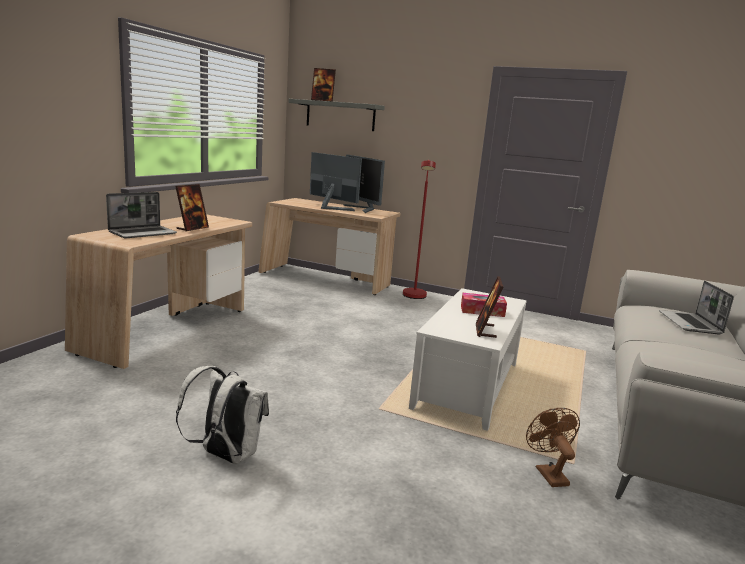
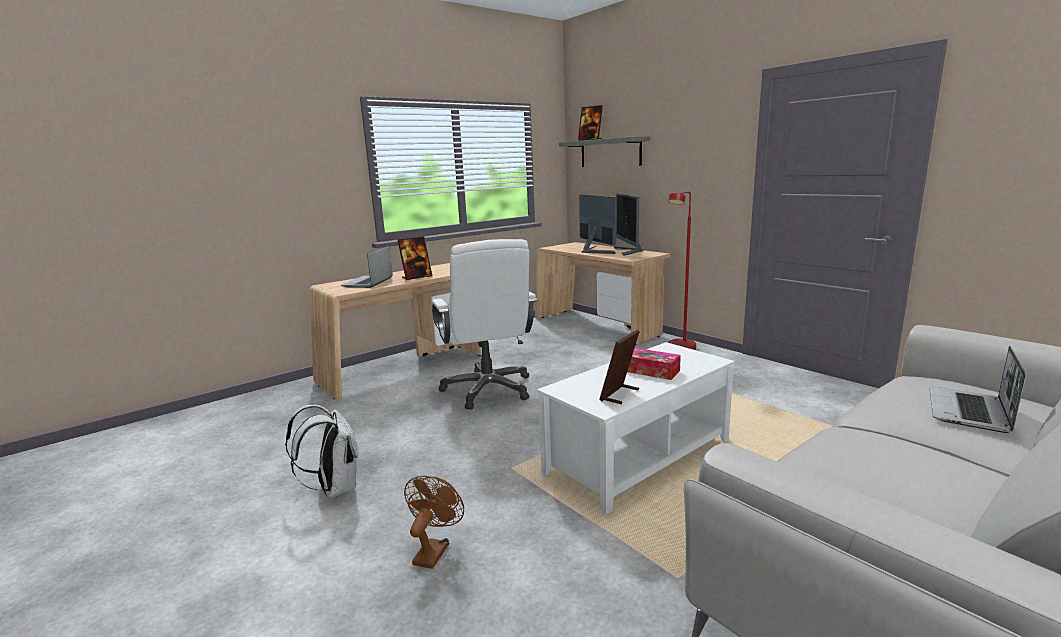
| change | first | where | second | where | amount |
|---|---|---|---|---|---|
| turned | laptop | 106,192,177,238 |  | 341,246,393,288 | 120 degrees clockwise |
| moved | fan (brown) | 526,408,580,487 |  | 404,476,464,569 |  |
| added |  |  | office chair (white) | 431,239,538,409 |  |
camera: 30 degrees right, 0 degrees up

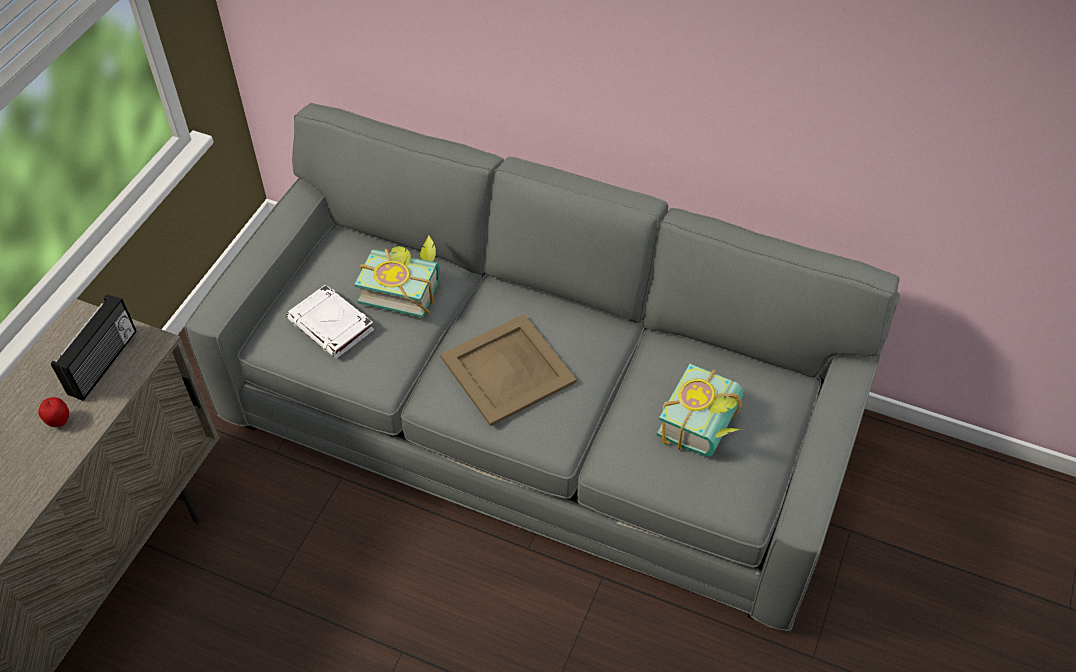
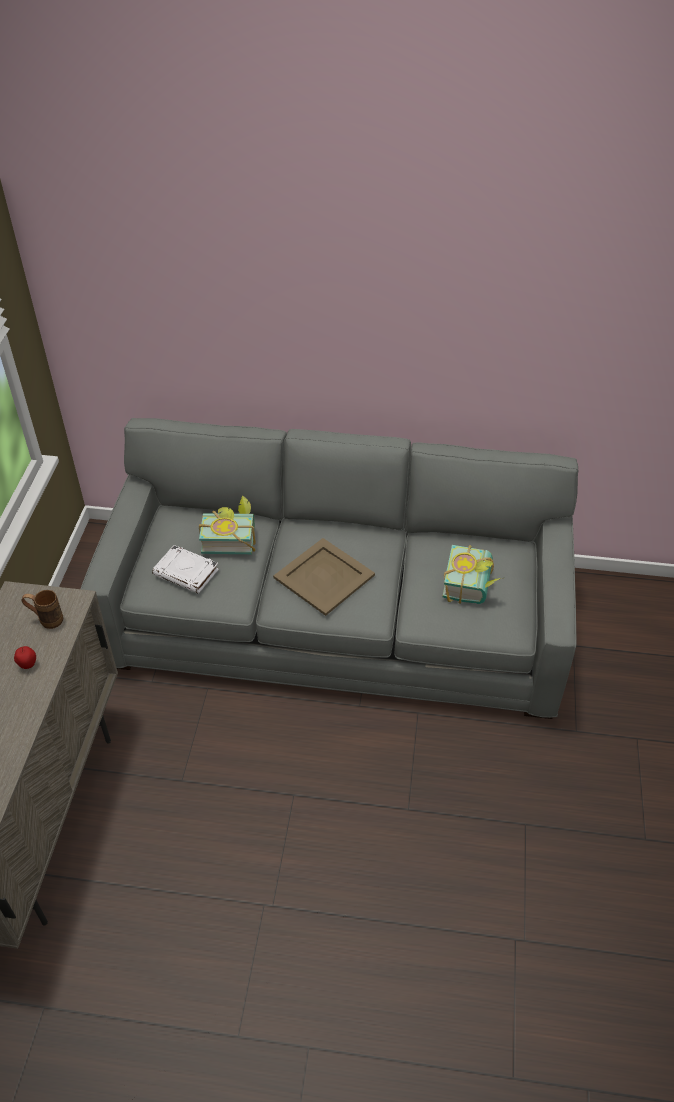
| change | first | where | second | where | amount |
|---|---|---|---|---|---|
| replaced | radio | 51,294,137,401 | mug (brown) | 21,590,63,629 |  |
camera: 15 degrees left, 5 degrees down

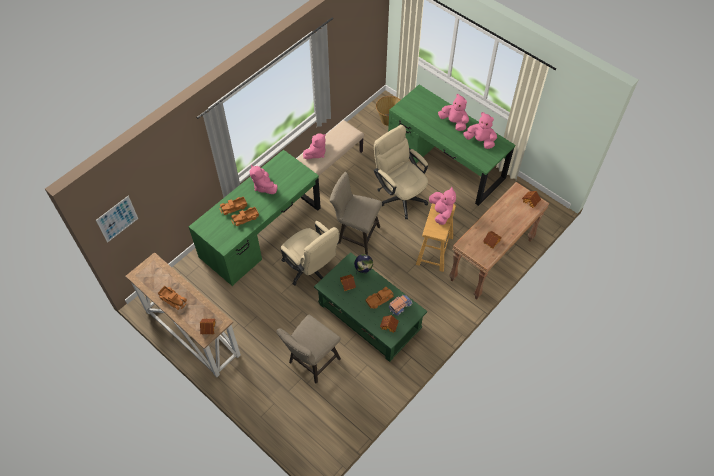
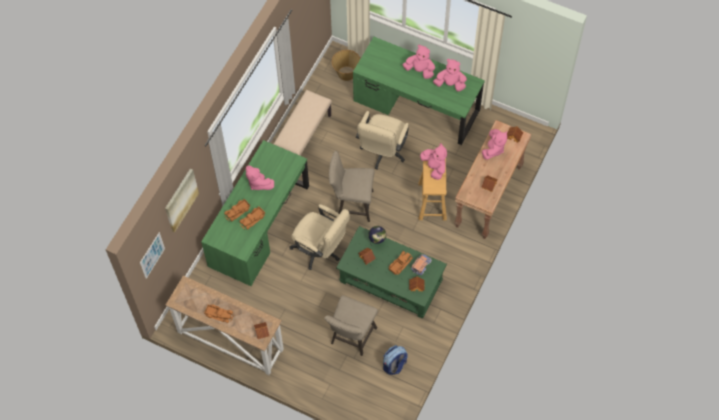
| change | first | where | second | where | amount |
|---|---|---|---|---|---|
| turned | office chair (beige) | 374,125,428,219 |  | 356,111,409,169 | 105 degrees counterclockwise |
| moved | plush toy (pink) | 303,133,326,159 |  | 482,129,507,160 |  |
| added |  |  | picture | 165,168,199,233 |  |
| added |  |  | backpack | 383,345,408,375 |  |
camera: 15 degrees left, 5 degrees up

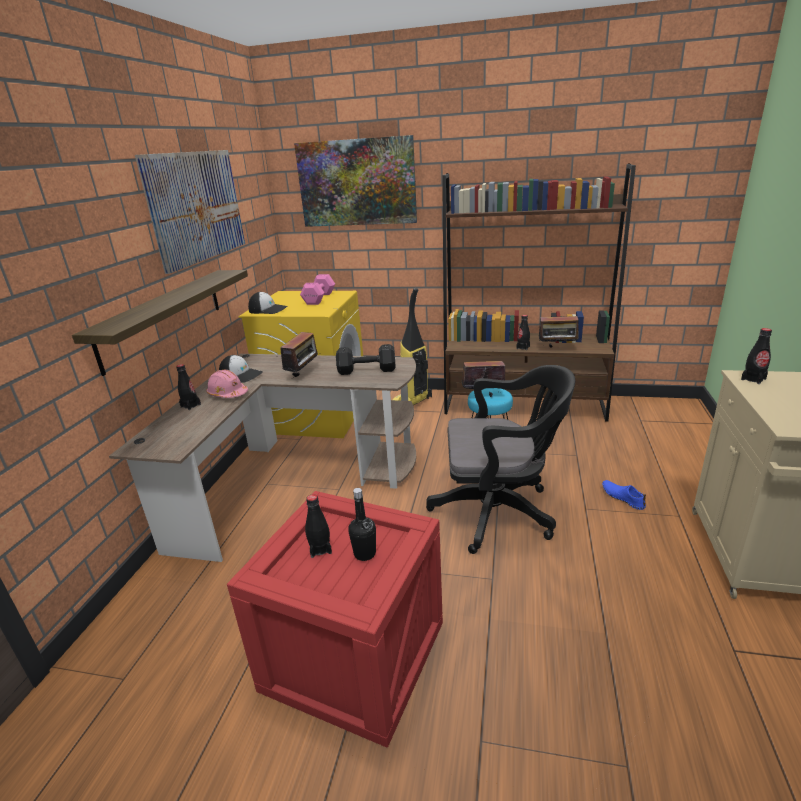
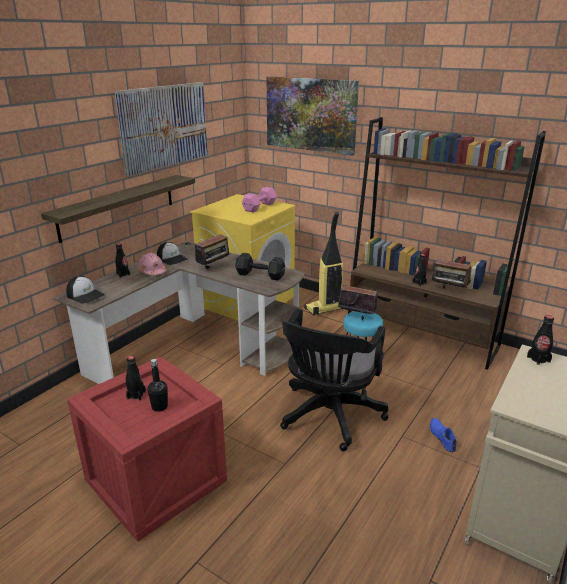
| change | first | where | second | where | amount |
|---|---|---|---|---|---|
| moved | cap | 248,292,288,314 |  | 66,276,105,304 |  |
| turned | office chair (black) | 426,365,575,554 |  | 280,308,389,451 | 90 degrees clockwise |
camera: 20 degrees right, 0 degrees up

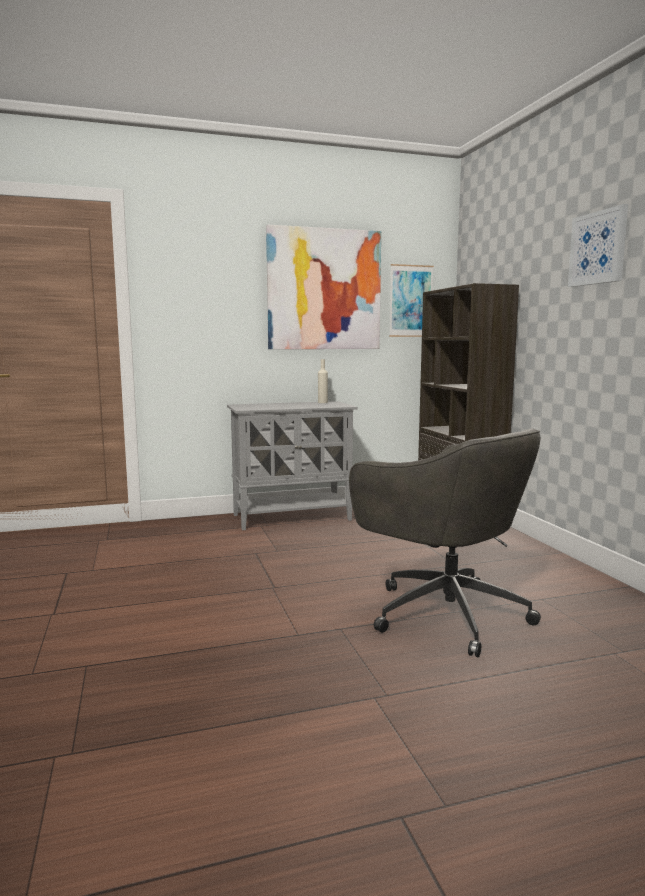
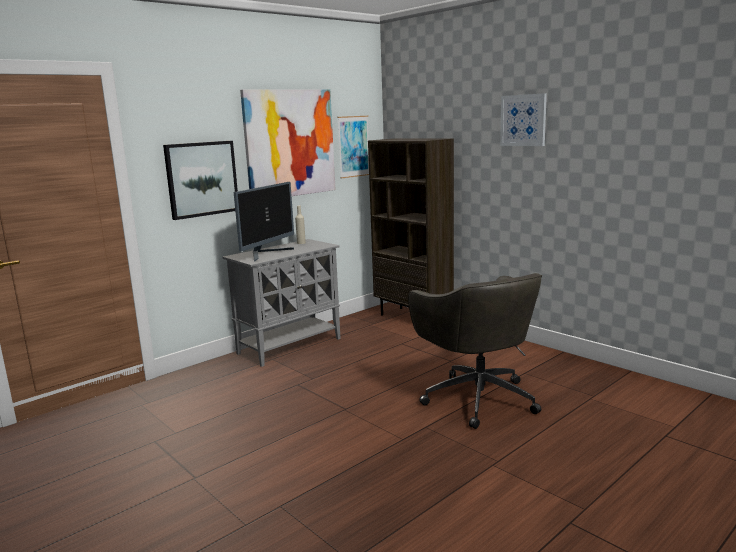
| change | first | where | second | where | amount |
|---|---|---|---|---|---|
| turned | office chair (grey) | 349,428,541,657 |  | 408,273,542,429 | 45 degrees clockwise |
| added |  |  | picture | 163,141,238,220 |  |
| added |  |  | monitor | 234,182,294,262 |  |
camera: 25 degrees left, 5 degrees up

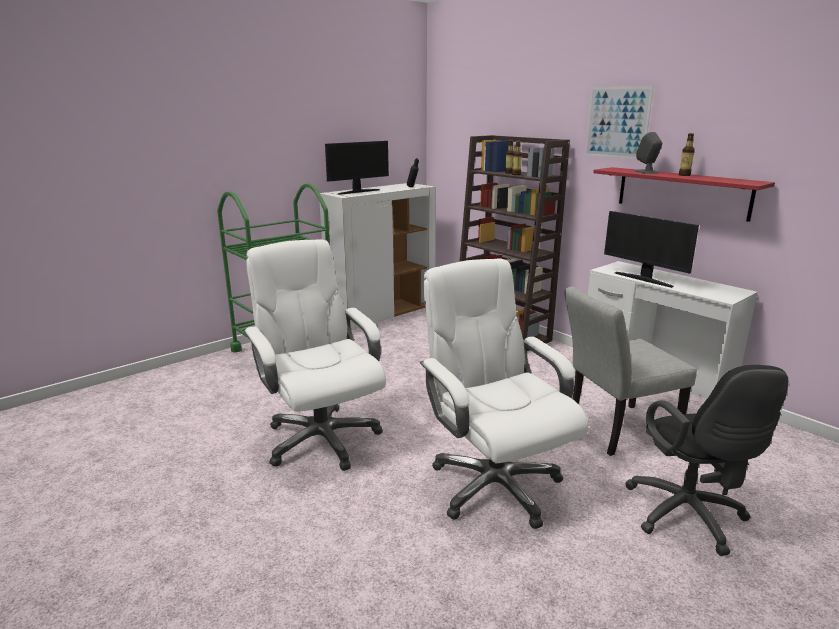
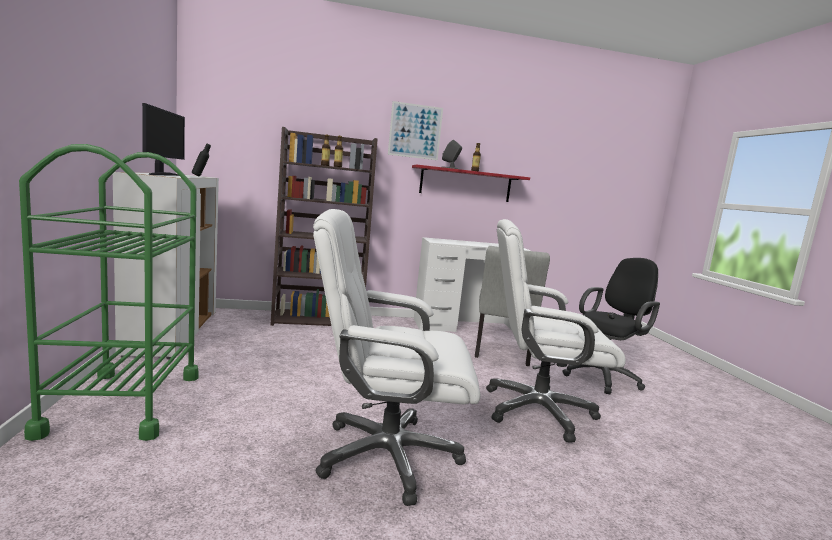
| change | first | where | second | where | amount |
|---|---|---|---|---|---|
| removed | monitor | 604,211,699,288 |  |  |  |
| turned | office chair (black) | 625,365,788,556 |  | 562,258,660,394 | 60 degrees counterclockwise |
camera: 60 degrees left, 10 degrees down

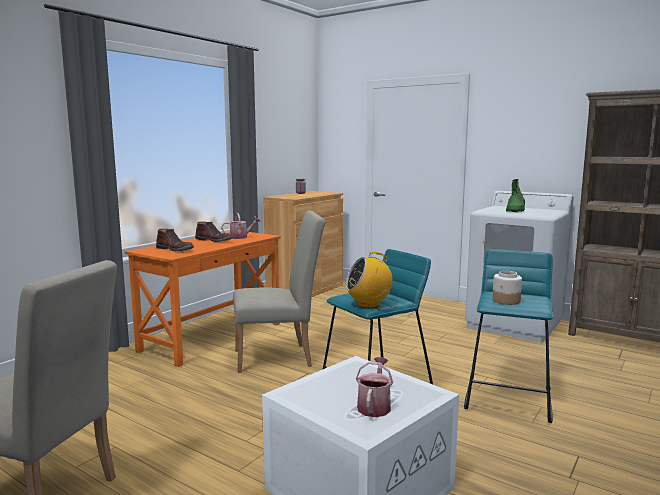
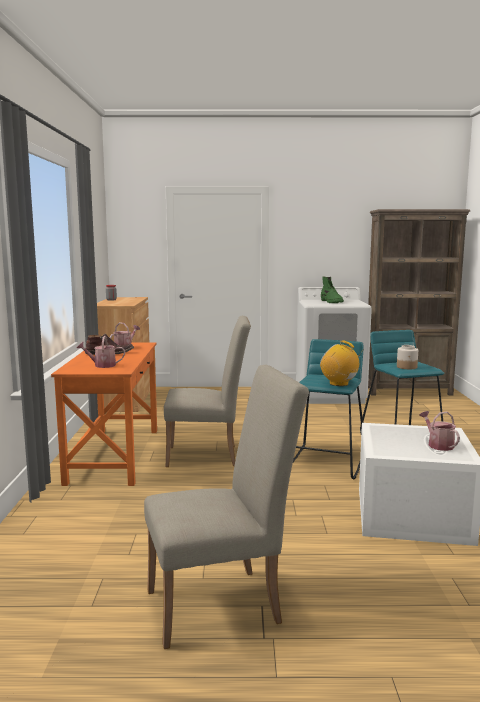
| change | first | where | second | where | amount |
|---|---|---|---|---|---|
| turned | chair (beige) | 233,211,326,373 |  | 164,316,251,467 | 45 degrees clockwise |
| replaced | boot (brown) | 156,229,194,251 | watering can | 77,336,125,368 |  |
| turned | radio | 346,252,393,308 |  | 320,340,364,386 | 90 degrees clockwise |
camera: 35 degrees left, 0 degrees up

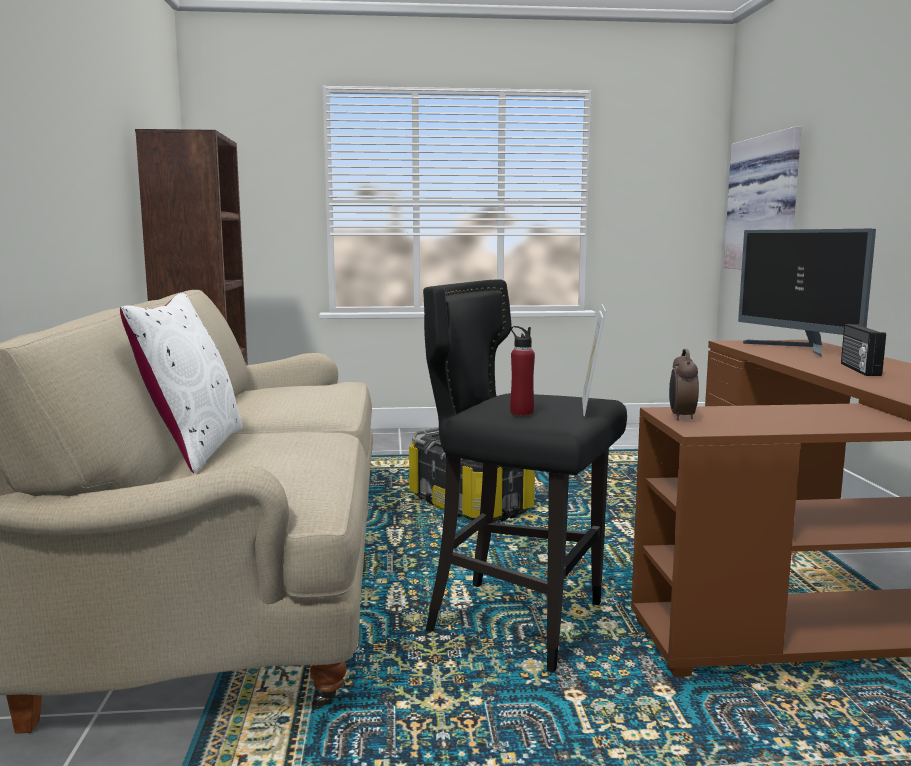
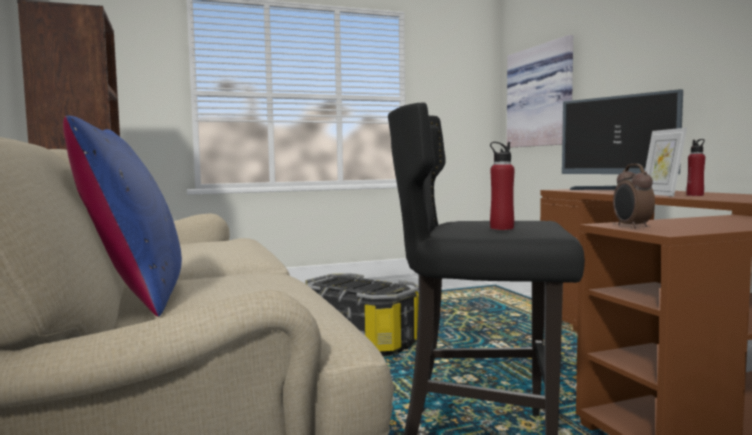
| change | first | where | second | where | amount |
|---|---|---|---|---|---|
| recoloured | pillow (white) | 120,293,242,473 | pillow (blue) | 63,116,182,317 |  |
| moved | picture frame | 582,304,606,416 |  | 645,128,687,196 |  |
| replaced | radio | 841,324,886,376 | bottle (red) | 686,139,705,196 |  |
camera: 15 degrees left, 5 degrees down

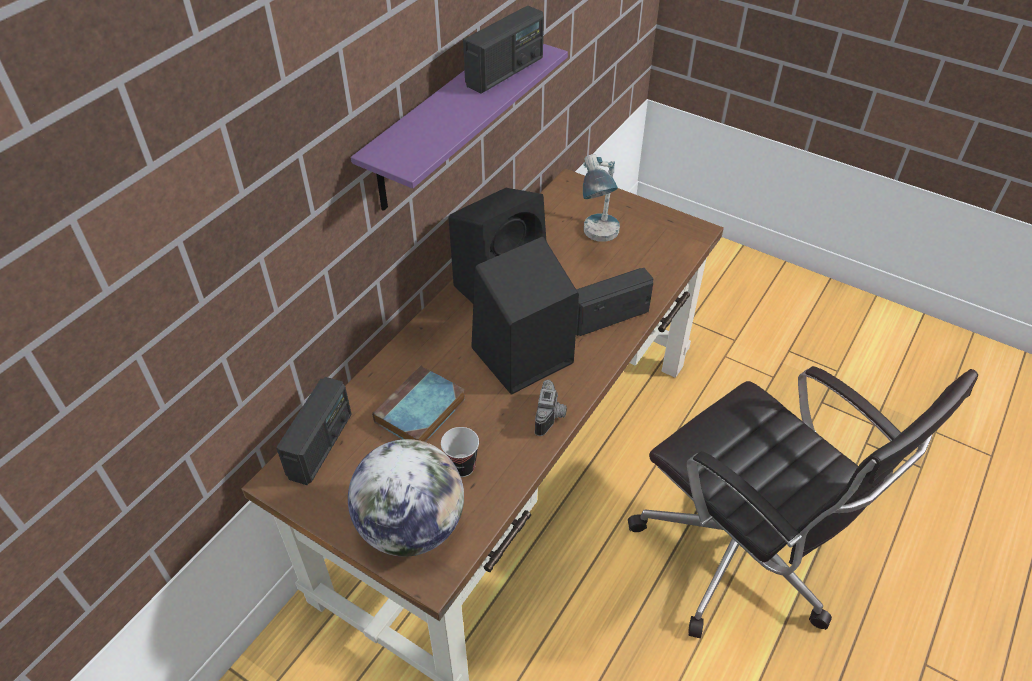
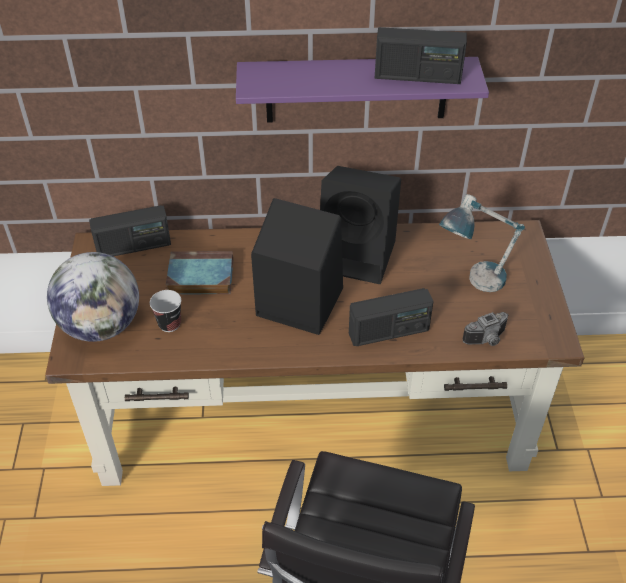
| change | first | where | second | where | amount |
|---|---|---|---|---|---|
| turned | radio | 576,268,653,336 |  | 349,288,434,346 | 135 degrees clockwise |
| moved | photo camera | 534,379,567,436 |  | 462,312,508,346 |  |
camera: 55 degrees right, 0 degrees up

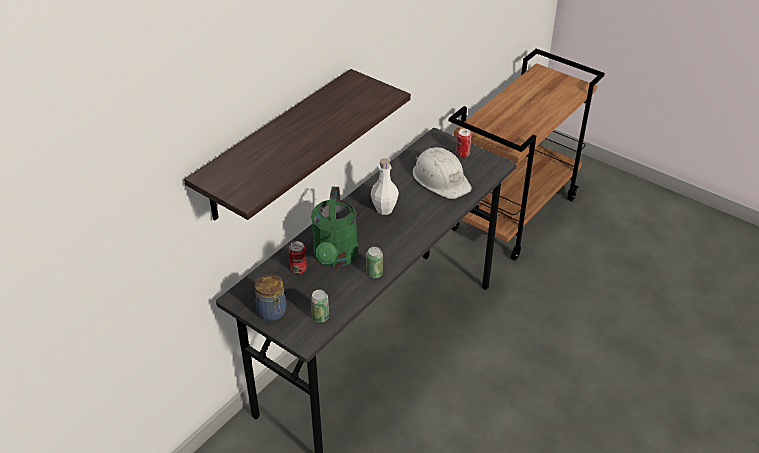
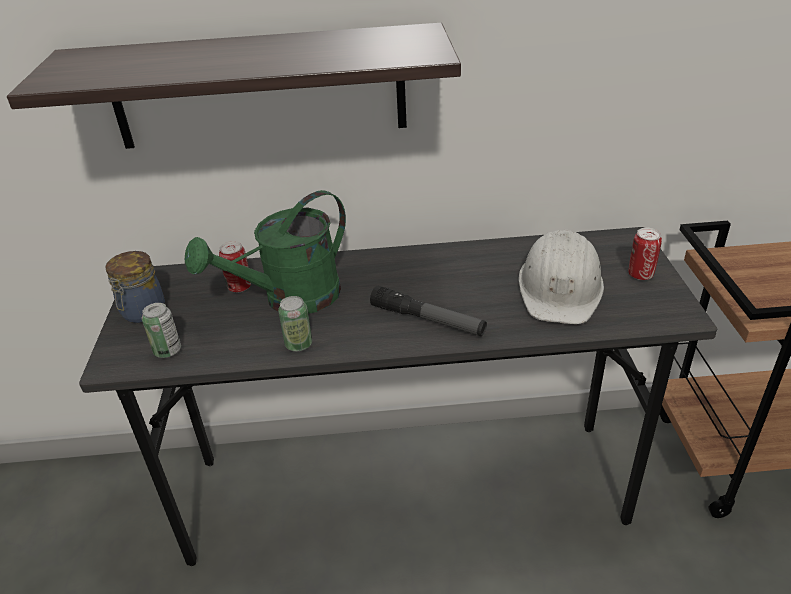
| change | first | where | second | where | amount |
|---|---|---|---|---|---|
| removed | bottle (white) | 371,158,399,215 |  |  |  |
| added |  |  | flashlight | 370,286,487,336 |  |
camera: 50 degrees right, 5 degrees down

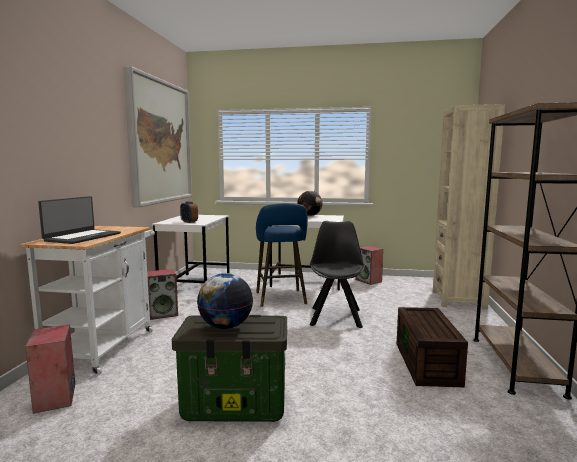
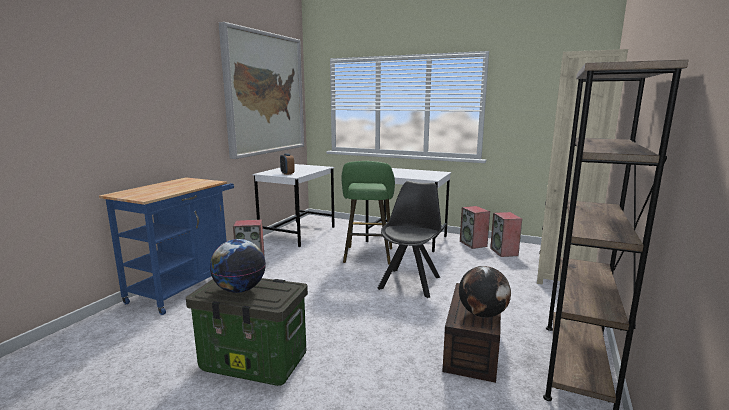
| change | first | where | second | where | amount |
|---|---|---|---|---|---|
| moved | globe | 297,191,322,216 |  | 459,266,511,318 |  |
| removed | laptop | 38,196,121,244 |  |  |  |
| recoloured | stool (blue) | 256,203,308,307 | stool (green) | 342,161,395,265 |  |
| recoloured | cart (white) | 19,226,155,376 | cart (blue) | 99,177,234,315 |  |
| moved | speaker | 25,325,75,414 |  | 490,212,522,257 |  |
camera: 15 degrees right, 5 degrees up

